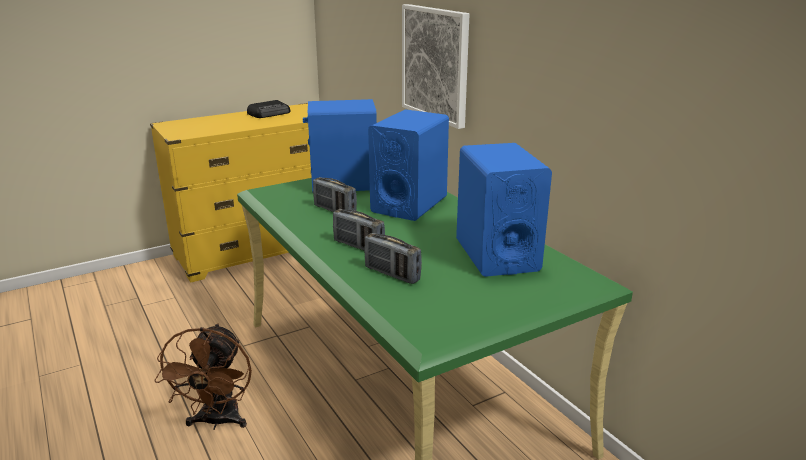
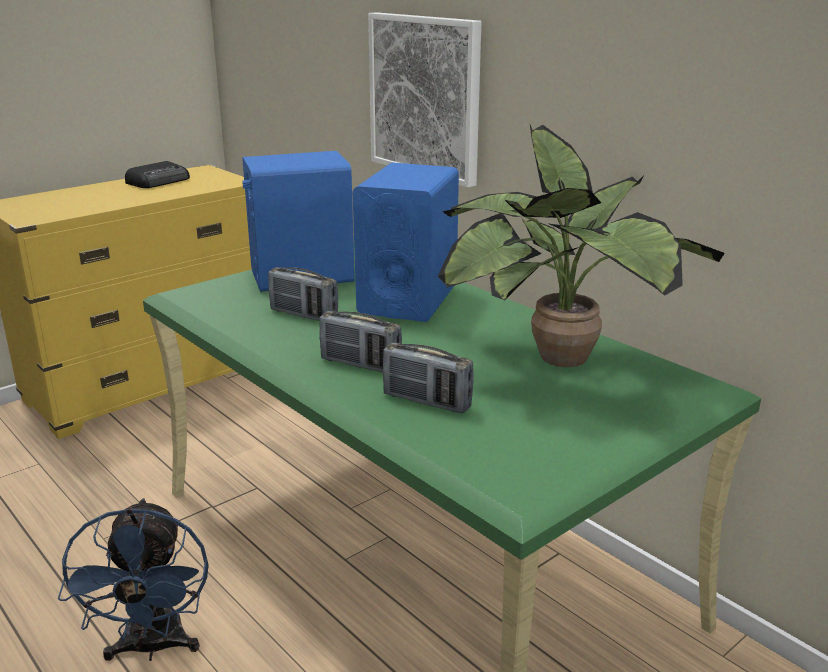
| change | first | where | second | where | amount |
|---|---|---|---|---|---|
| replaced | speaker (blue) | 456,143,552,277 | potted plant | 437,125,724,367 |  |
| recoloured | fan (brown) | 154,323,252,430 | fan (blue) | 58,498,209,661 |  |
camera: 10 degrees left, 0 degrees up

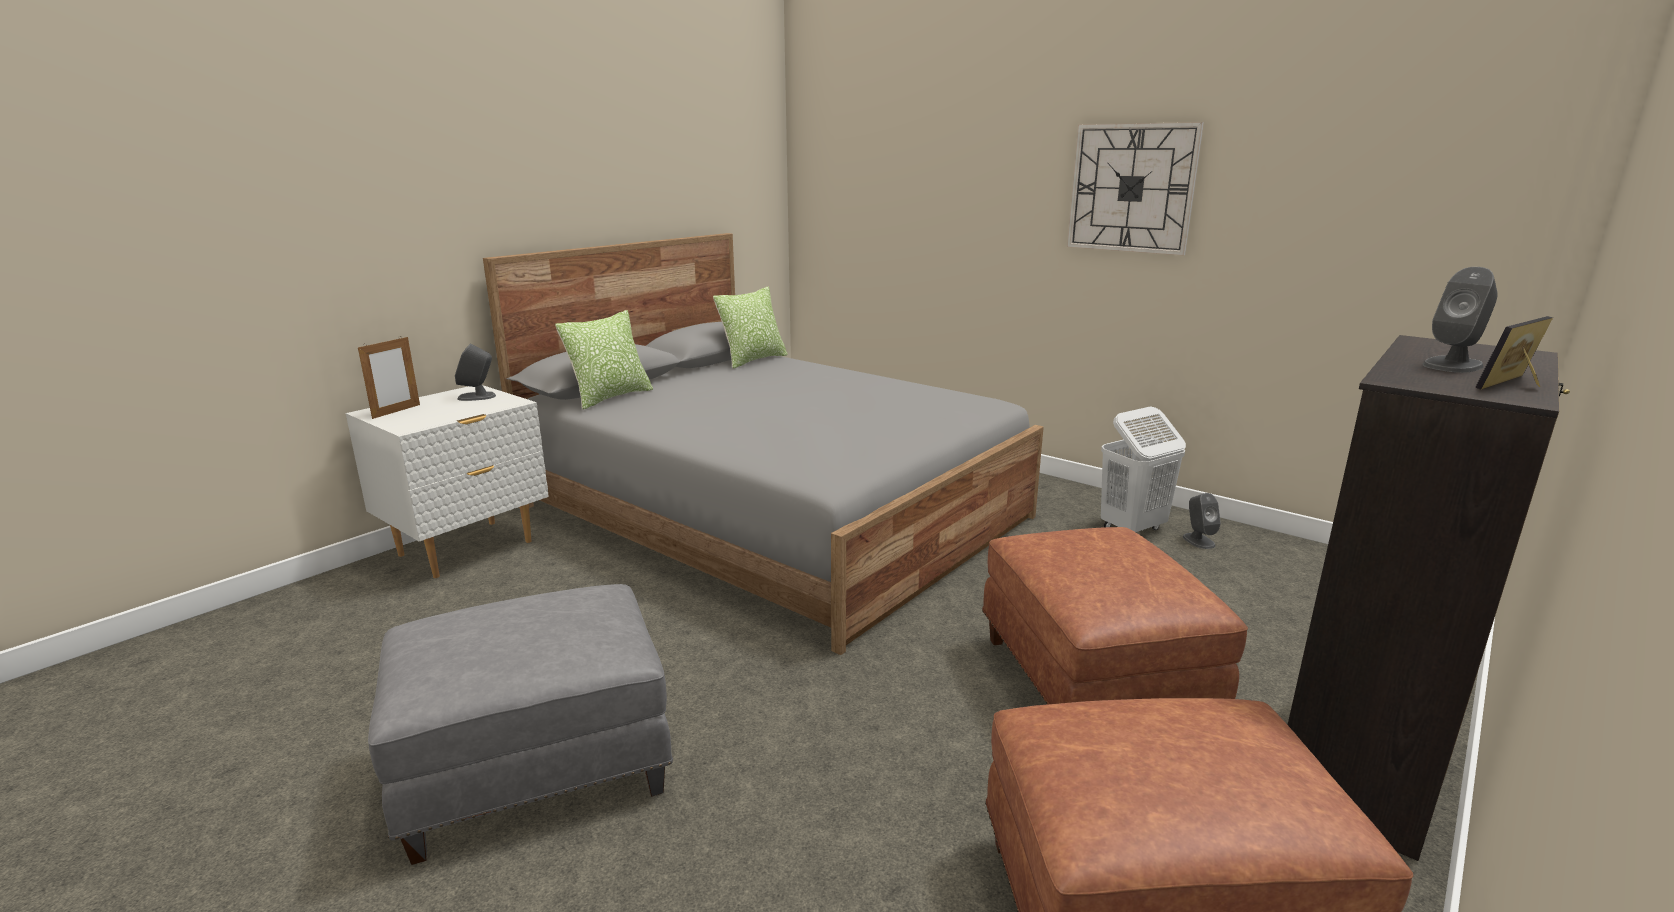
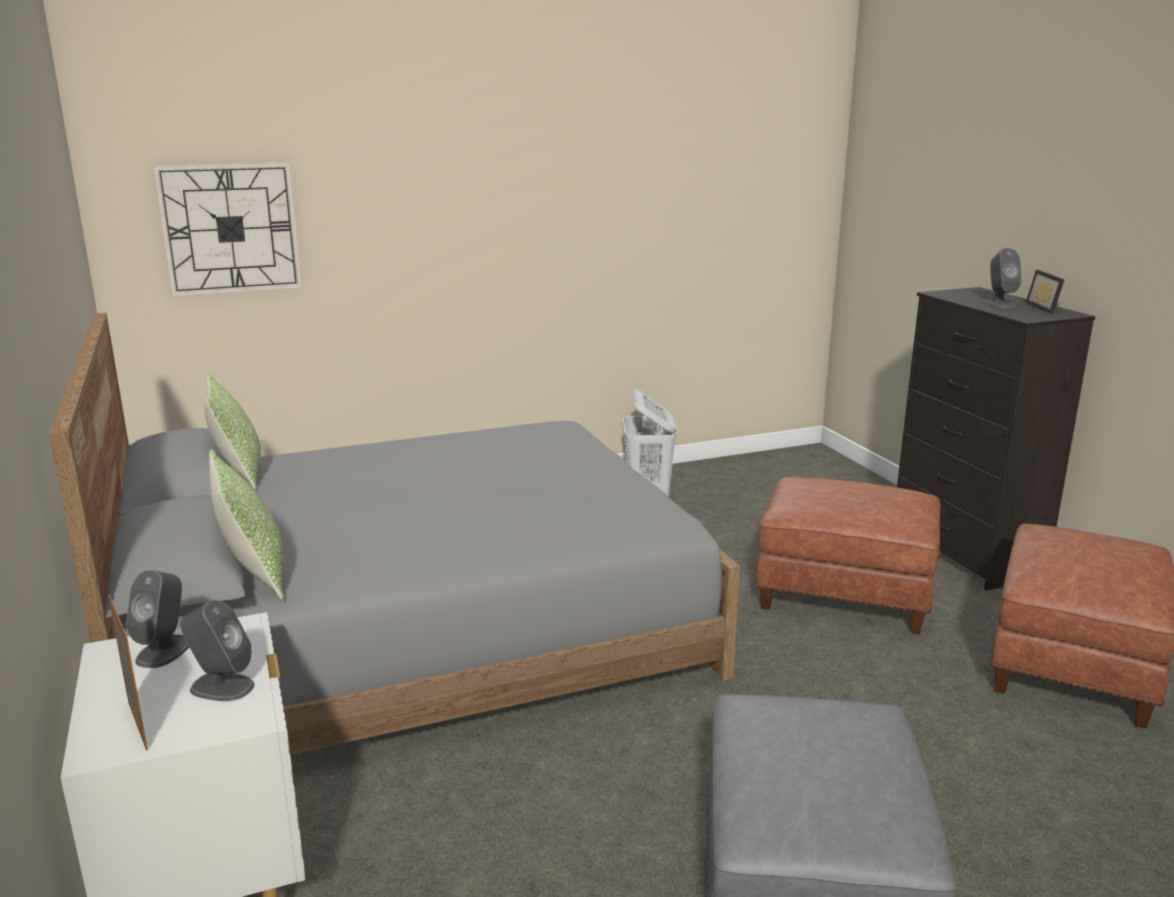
| change | first | where | second | where | amount |
|---|---|---|---|---|---|
| moved | wall clock | 1067,122,1204,256 |  | 153,162,302,297 |  |
| moved | speaker (grey) | 1183,493,1221,549 |  | 180,600,255,701 |  |
camera: 60 degrees left, 0 degrees up

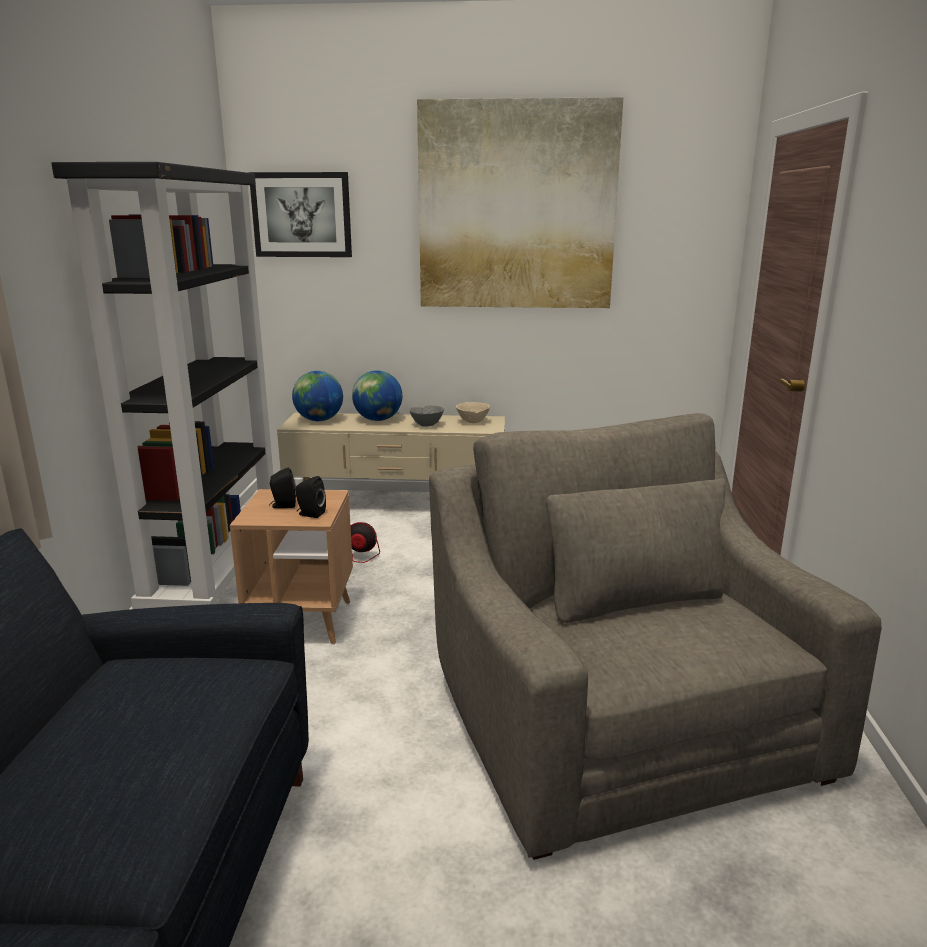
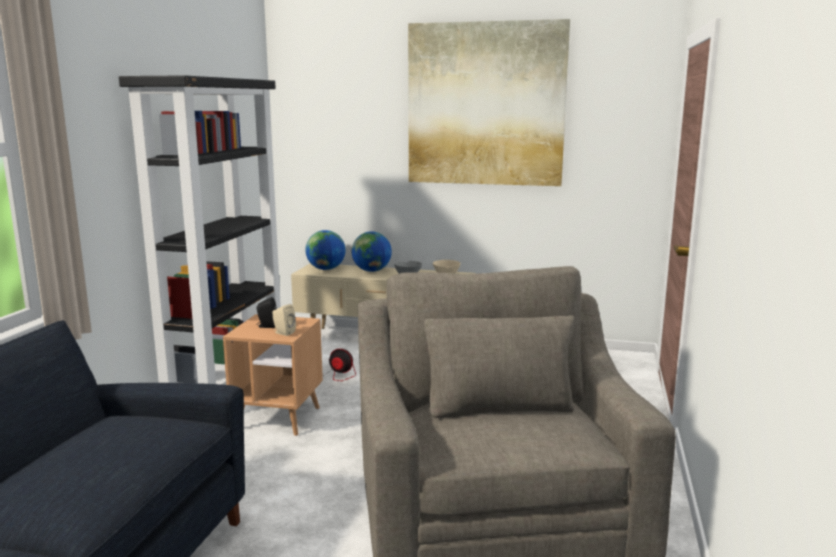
| change | first | where | second | where | amount |
|---|---|---|---|---|---|
| removed | picture | 249,172,352,257 |  |  |  |
| recoloured | speaker (black) | 295,476,326,518 | speaker (beige) | 272,304,296,336 |  |
camera: 10 degrees right, 5 degrees down

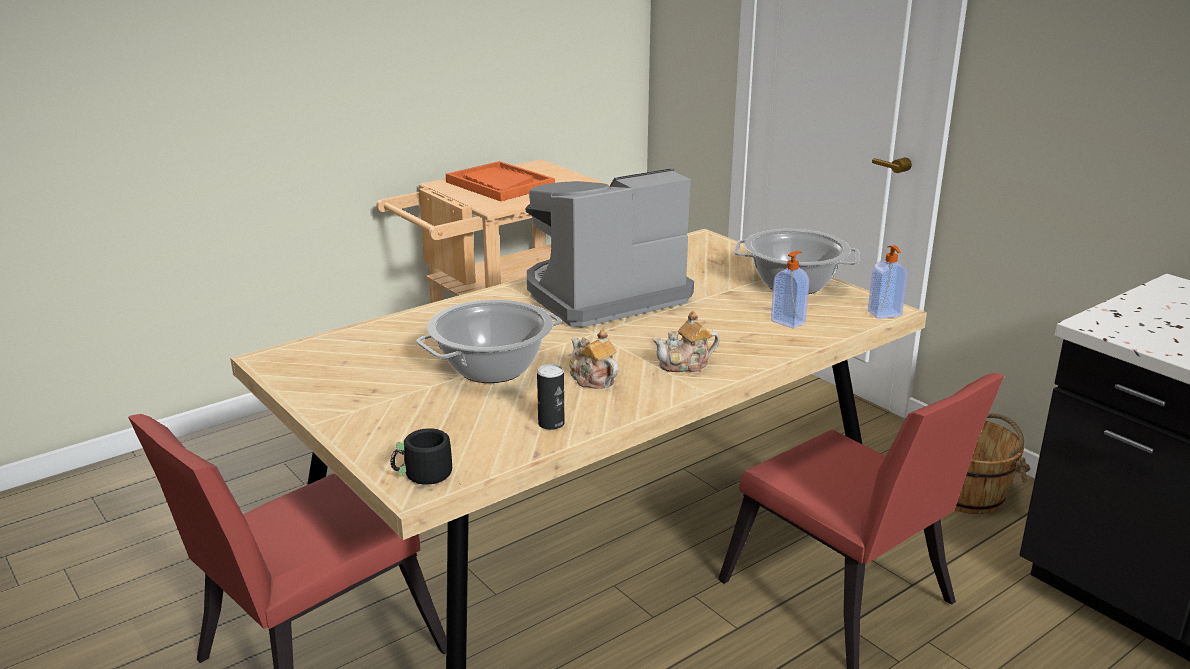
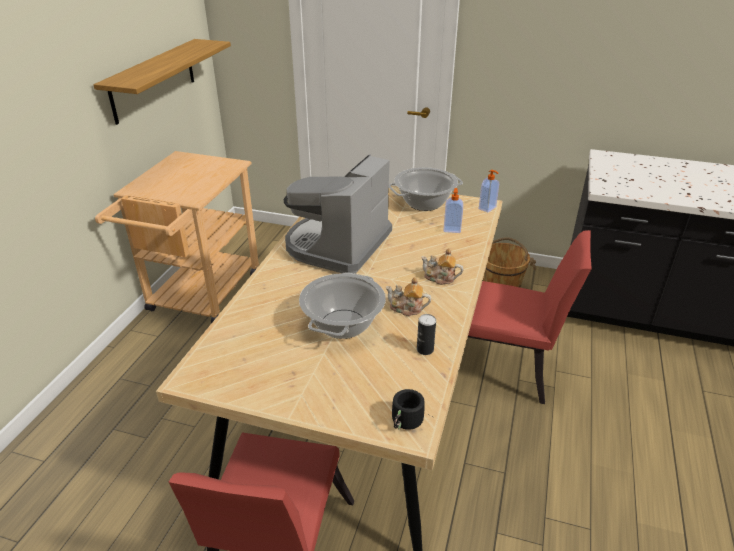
| change | first | where | second | where | amount |
|---|---|---|---|---|---|
| removed | tray (orange) | 446,161,555,201 |  |  |  |
| turned | teapot | 653,311,720,372 |  | 421,248,463,285 | 75 degrees clockwise |
| added |  |  | shelf | 93,39,231,125 |  |
camera: 35 degrees left, 10 degrees up

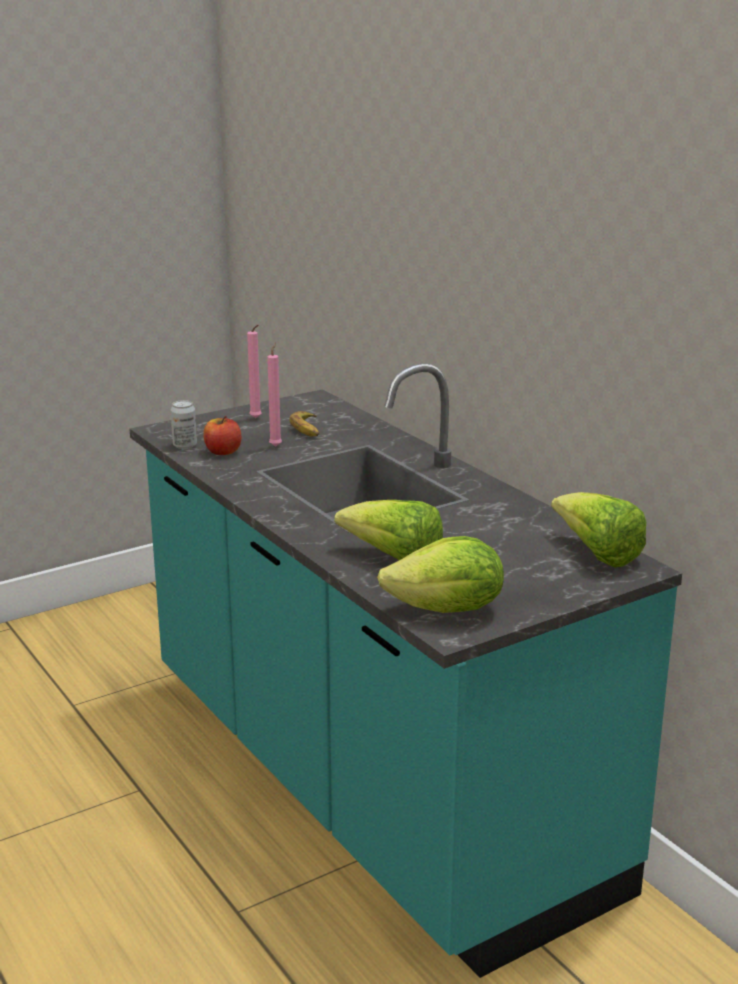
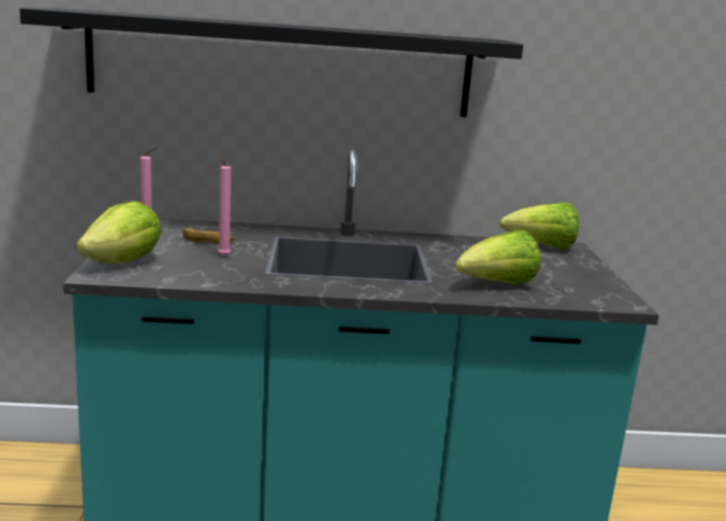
| change | first | where | second | where | amount |
|---|---|---|---|---|---|
| removed | can | 171,400,197,449 |  |  |  |
| removed | apple | 203,416,241,455 |  |  |  |
| moved | lettuce | 377,536,504,613 |  | 77,201,161,263 |  |
| added |  |  | shelf (black) | 20,8,523,117 |  |
camera: 60 degrees left, 5 degrees down

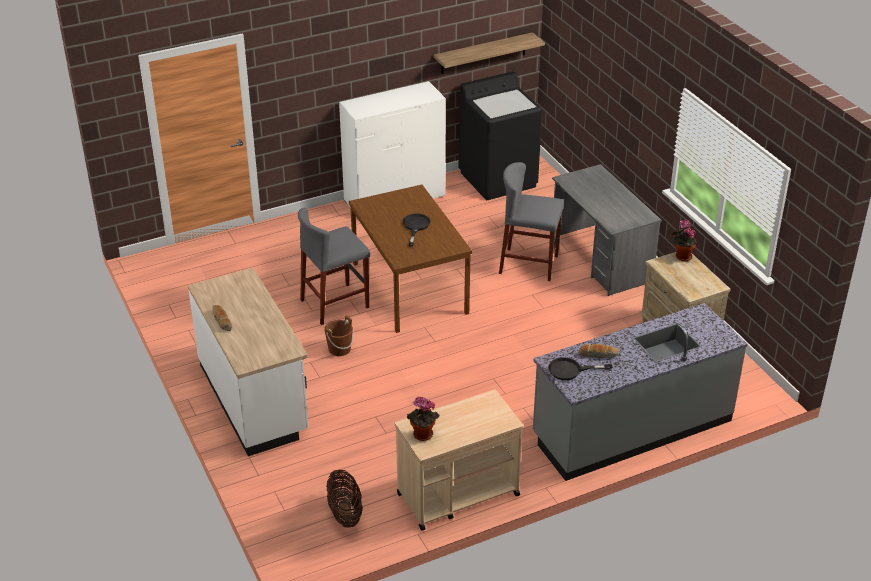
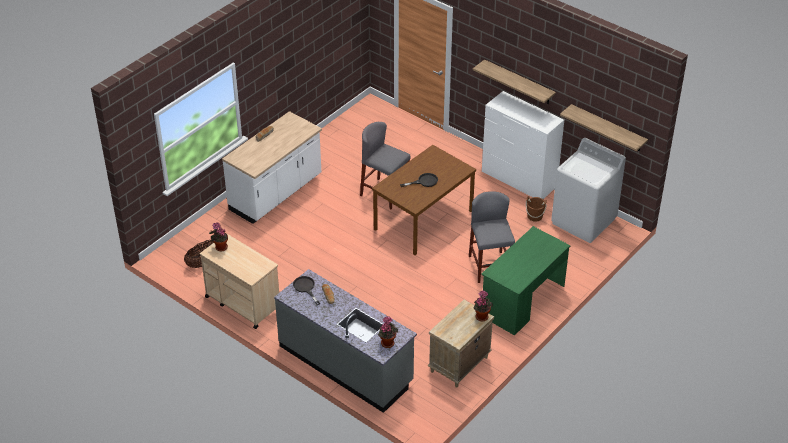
| change | first | where | second | where | amount |
|---|---|---|---|---|---|
| recoloured | washing machine (black) | 458,72,542,200 | washing machine (white) | 551,138,626,243 |  |
| recoloured | desk (grey) | 552,164,662,296 | desk (green) | 481,226,570,336 |  |
| moved | bucket (brown) | 324,316,353,356 |  | 526,196,547,222 |  |
| added |  |  | shelf | 473,59,556,104 |  |
| added |  |  | potted plant | 378,316,398,348 |  |
camera: 65 degrees right, 5 degrees up

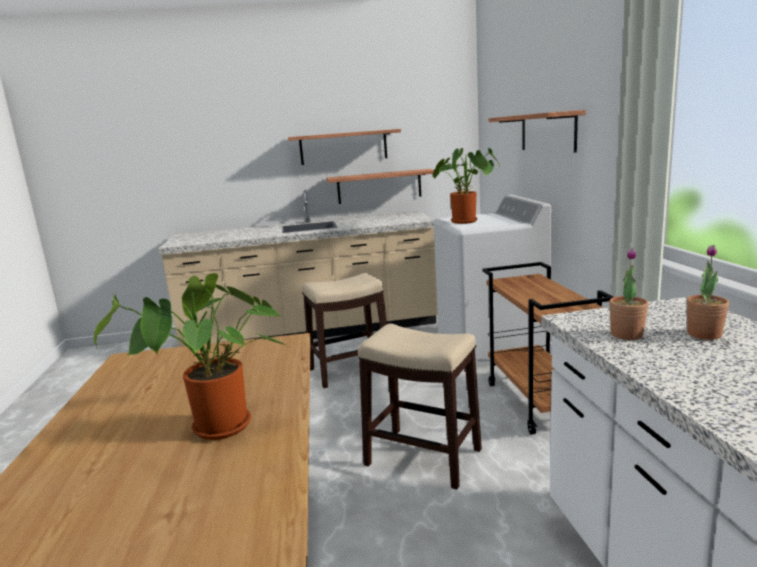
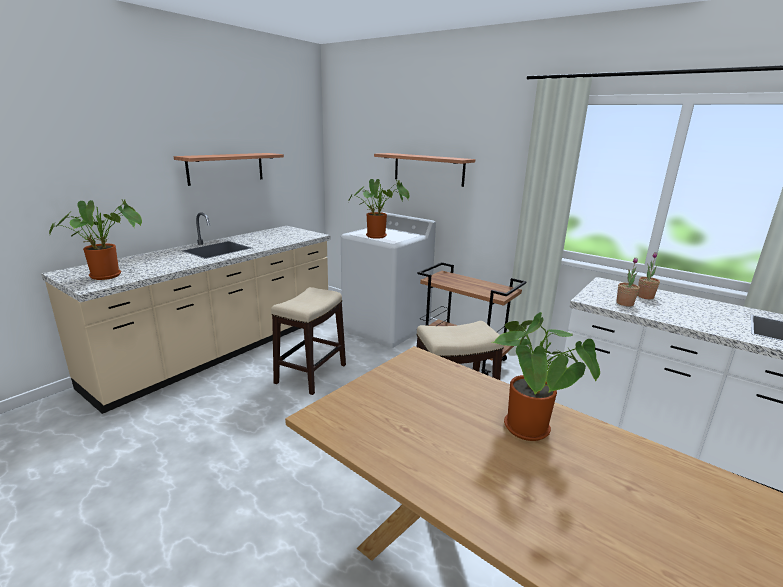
| change | first | where | second | where | amount |
|---|---|---|---|---|---|
| removed | shelf | 326,169,434,204 |  |  |  |
| added |  |  | potted plant | 49,199,142,280 |  |
camera: 45 degrees left, 5 degrees up

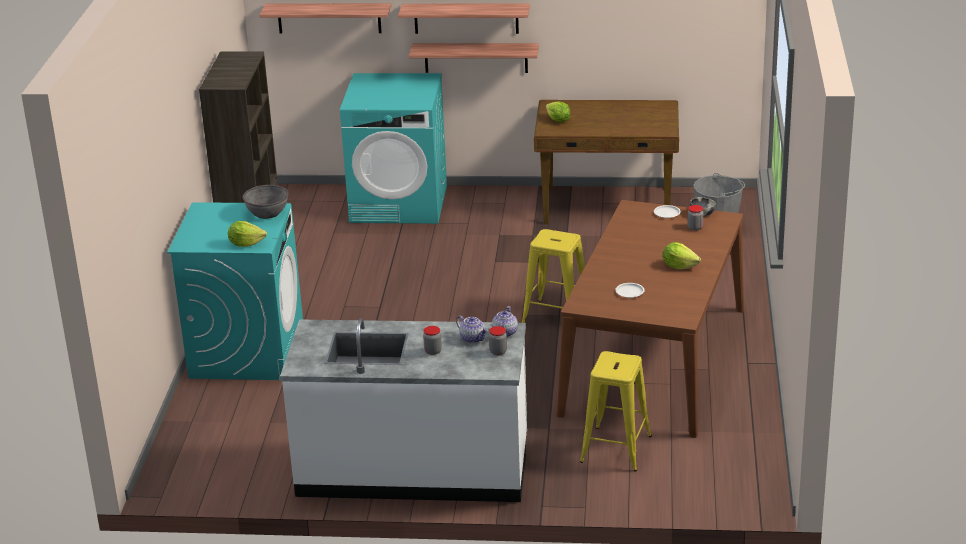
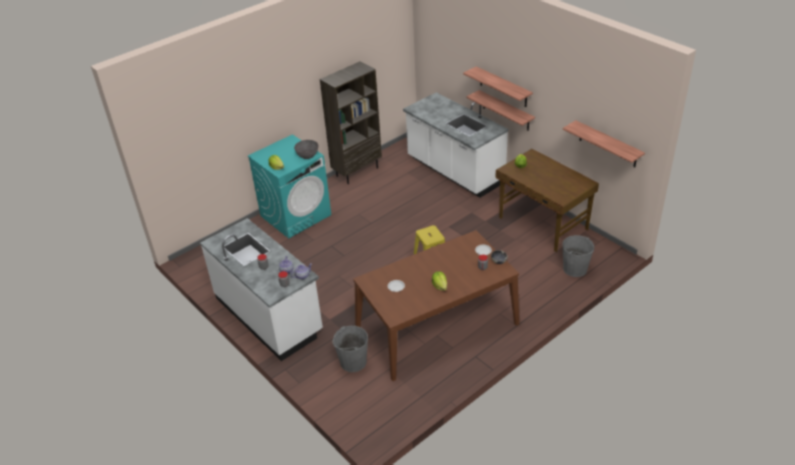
| change | first | where | second | where | amount |
|---|---|---|---|---|---|
| moved | shelf | 259,3,391,33 |  | 563,120,645,167 |  |
| replaced | washing machine (turquoise) | 340,73,447,224 | counter (white) | 403,92,509,198 |  |
| replaced | stool (yellow) | 580,351,652,472 | bucket (grey) | 332,326,368,372 |  |
camera: 45 degrees right, 10 degrees up

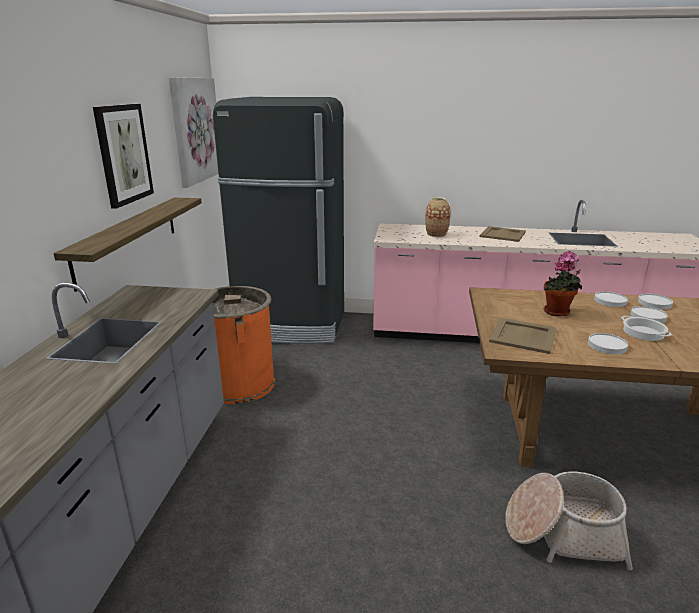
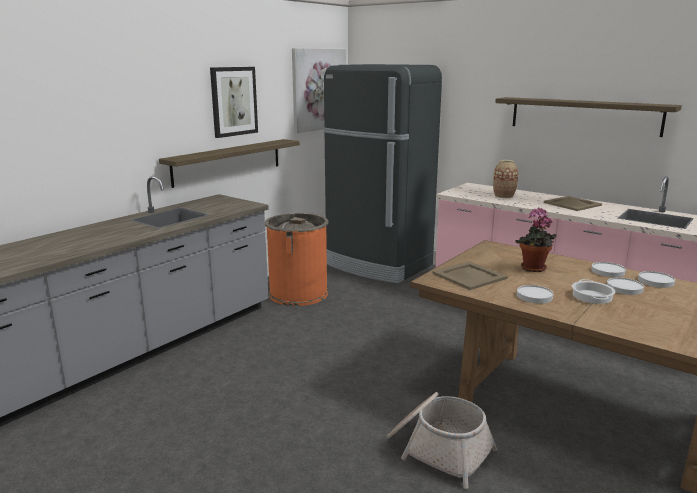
| change | first | where | second | where | amount |
|---|---|---|---|---|---|
| added |  |  | shelf | 495,97,682,137 |  |
camera: 30 degrees right, 5 degrees down

